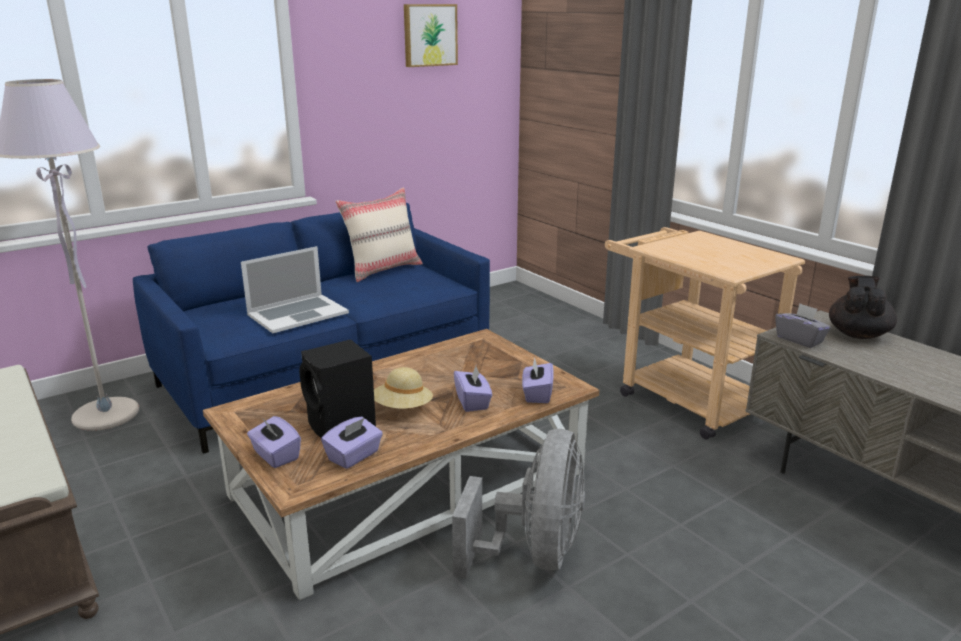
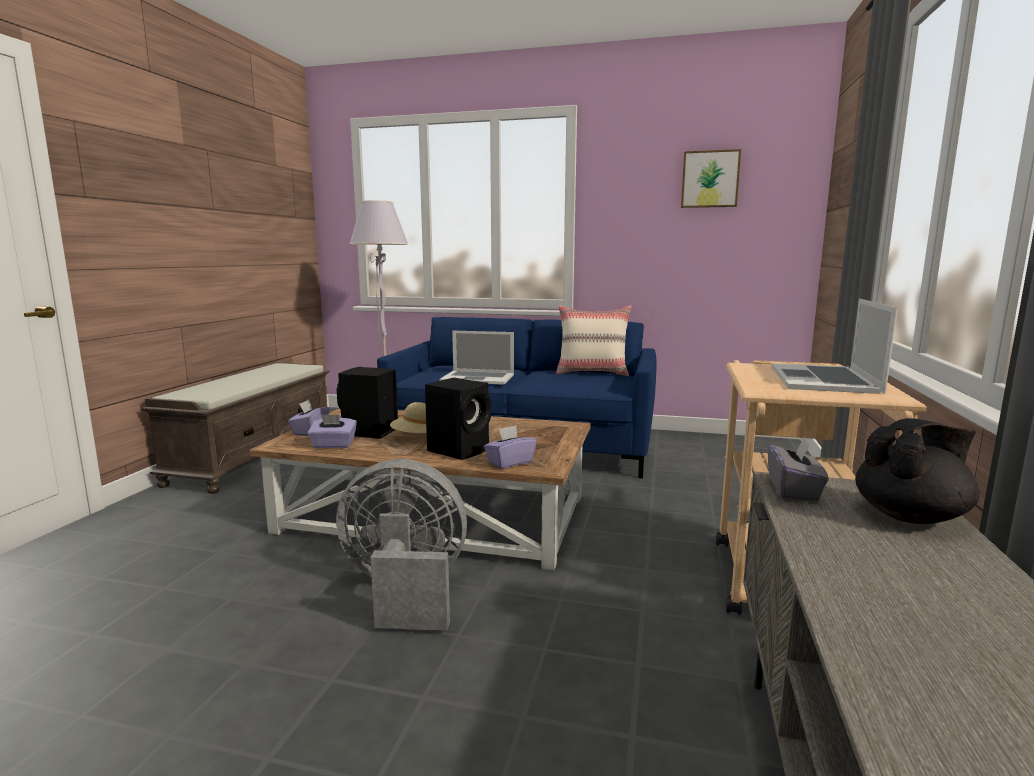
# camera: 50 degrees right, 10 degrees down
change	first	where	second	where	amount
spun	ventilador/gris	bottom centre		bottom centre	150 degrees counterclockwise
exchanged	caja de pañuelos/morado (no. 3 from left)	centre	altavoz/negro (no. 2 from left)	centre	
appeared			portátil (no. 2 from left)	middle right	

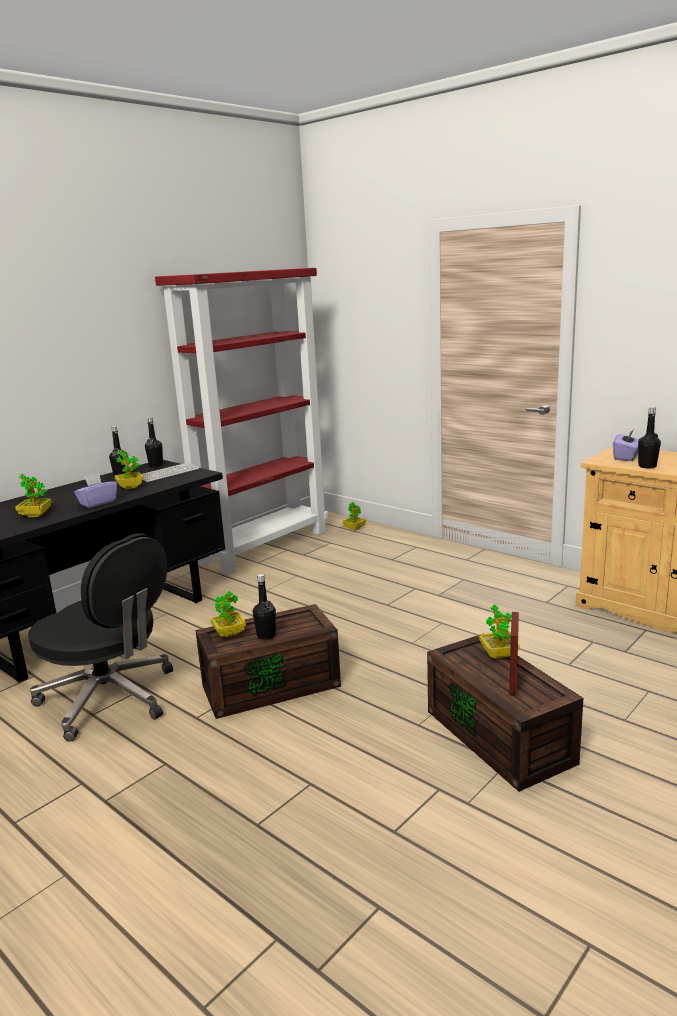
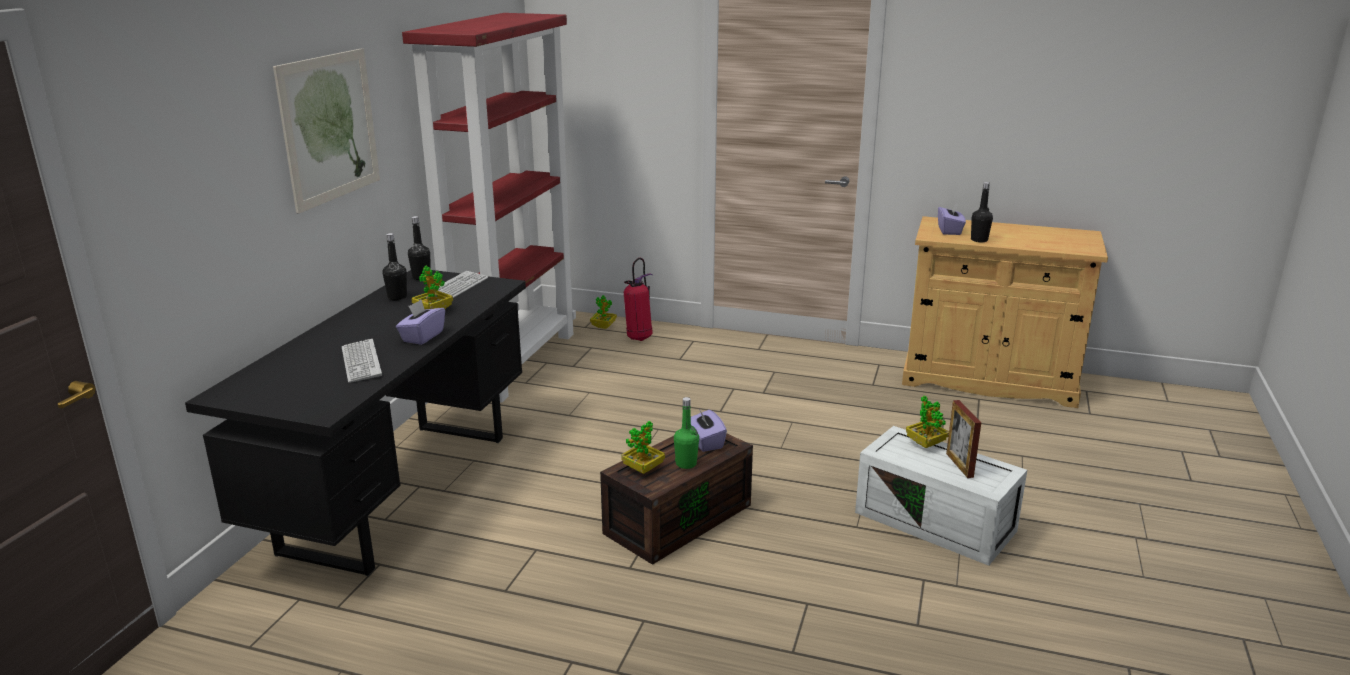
# camera: 25 degrees left, 5 degrees up
change	first	where	second	where	amount
exchanged	planta en maceta (no. 1 from left)	middle left	teclado (no. 1 from left)	middle left	
missing	silla de oficina/negro	middle left			
colour	botella/negro (no. 3 from left)	centre	botella/verde	centre	
colour	caja de almacenaje/marrón (no. 2 from left)	bottom right	caja de almacenaje/blanco	bottom right	
appeared			cuadro	top left	
appeared			extintor	centre	
appeared			caja de pañuelos/morado (no. 2 from left)	centre	

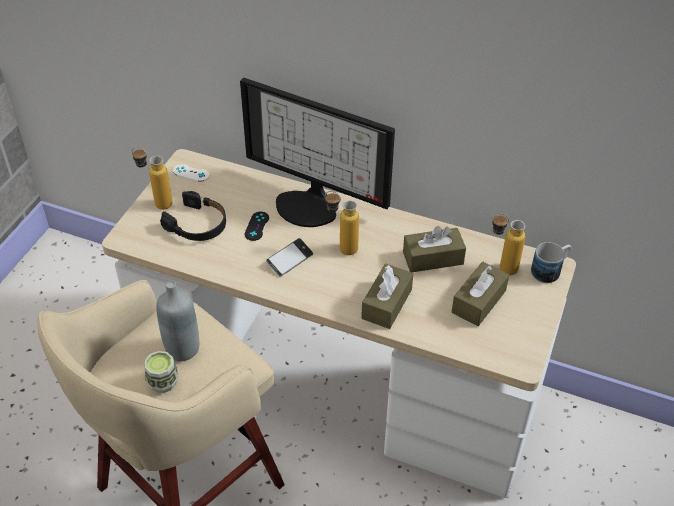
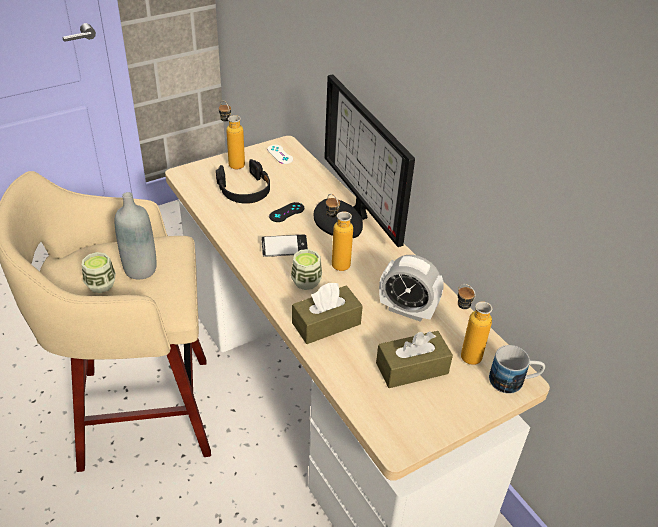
# camera: 35 degrees right, 5 degrees down
change	first	where	second	where	amount
exchanged	caja de pañuelos/marrón (no. 2 from left)	centre	despertador	centre	
appeared			taza (no. 2 from left)	centre	

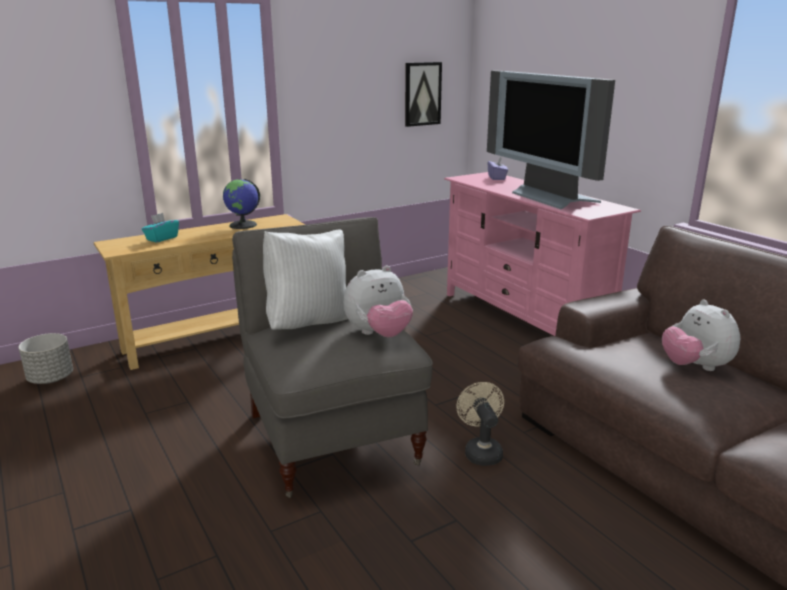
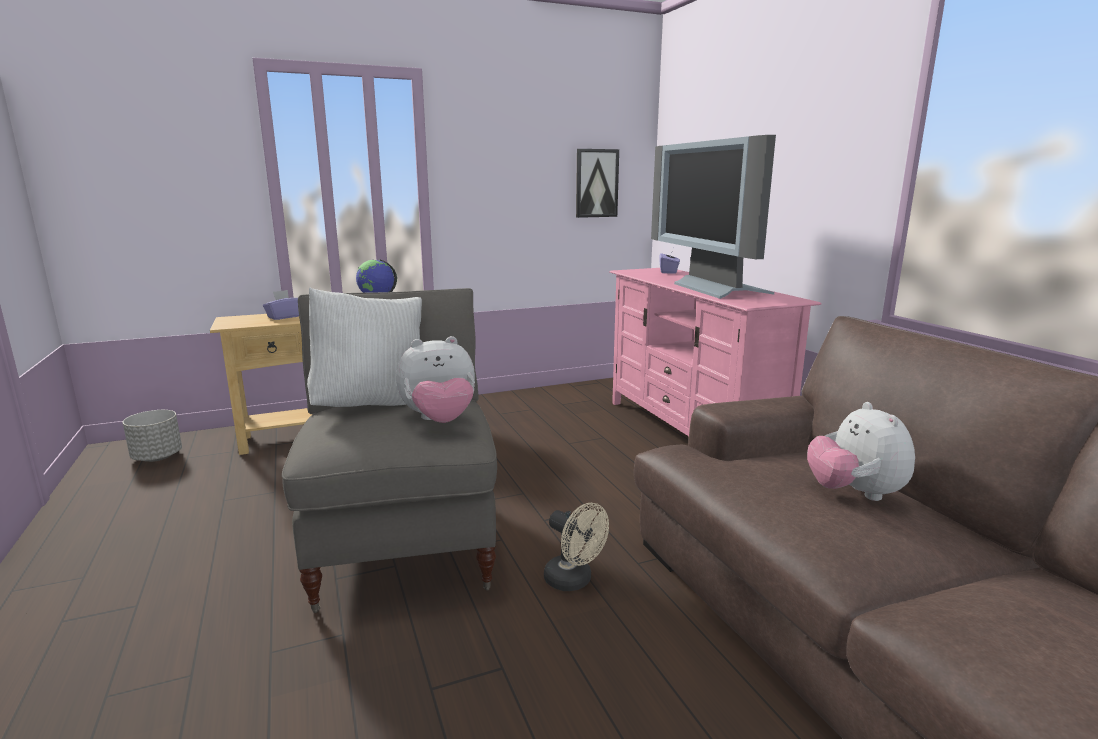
# camera: 10 degrees right, 5 degrees down
change	first	where	second	where	amount
colour	caja de pañuelos/turquesa	middle left	caja de pañuelos/morado (no. 1 from left)	middle left	
spun	ventilador/beis	bottom centre		bottom centre	135 degrees clockwise

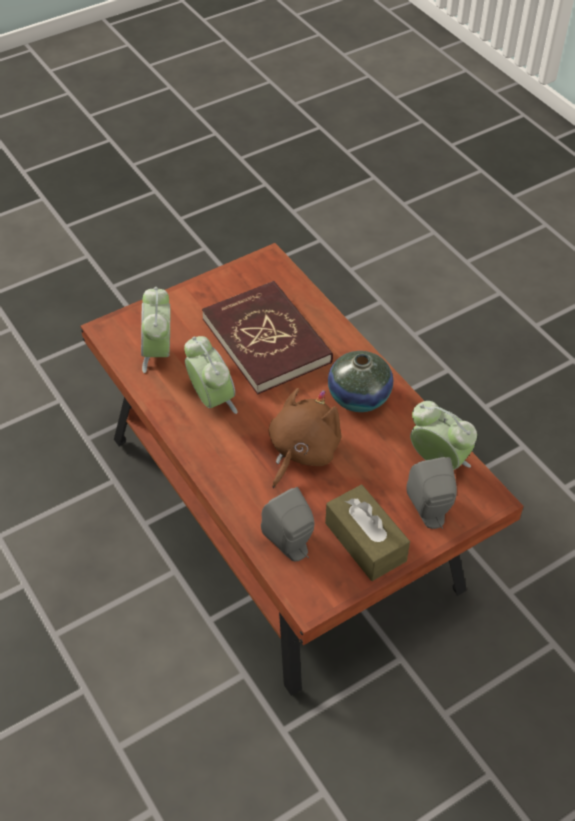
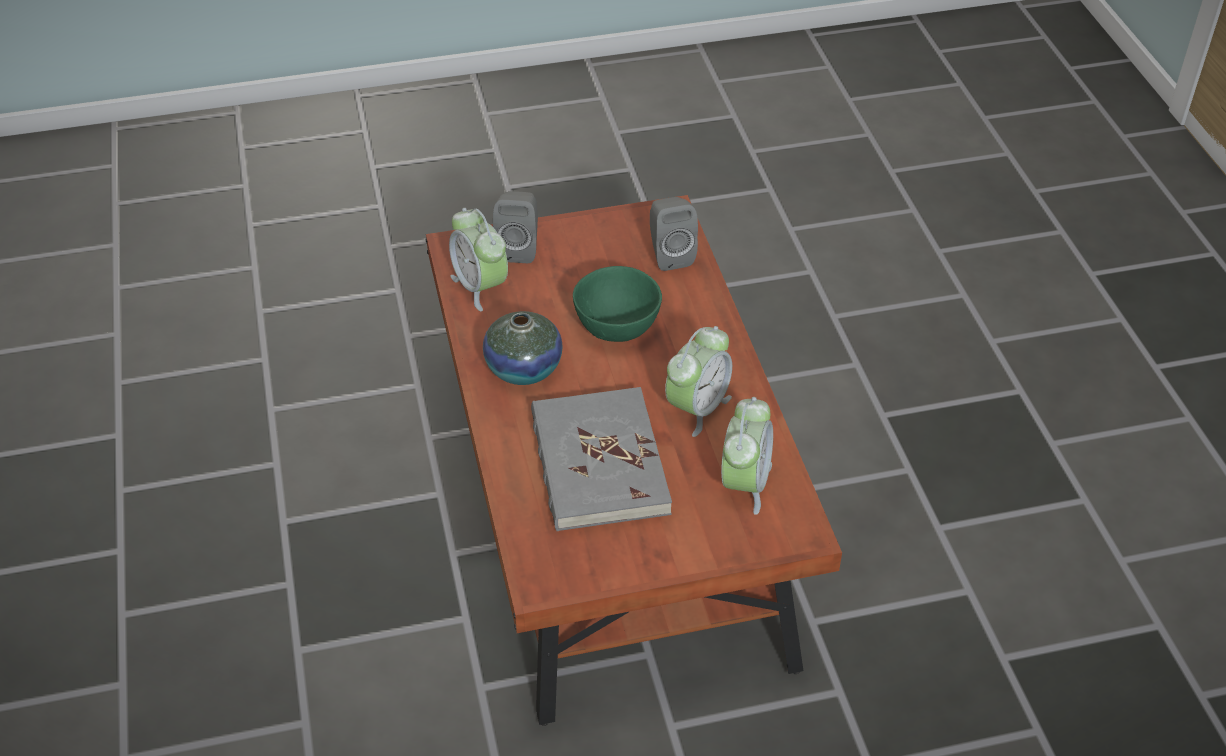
# camera: 160 degrees left, 5 degrees down
change	first	where	second	where	amount
spun	despertador (no. 2 from left)	centre		centre	135 degrees counterclockwise
colour	libro/rojo	centre	libro/gris	centre	
exchanged	peluche/marrón	centre	cuenco/verde	centre	
missing	caja de pañuelos/marrón	centre			

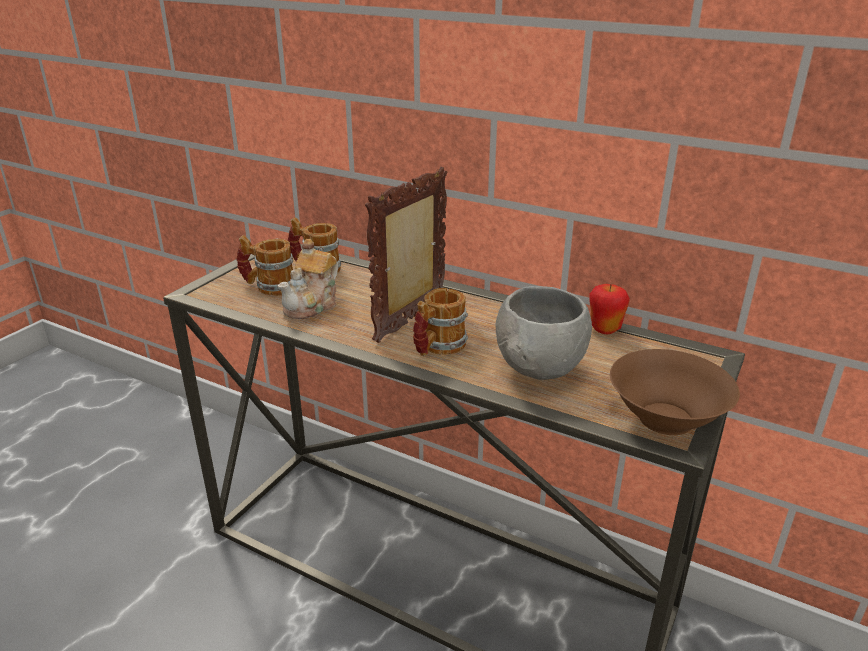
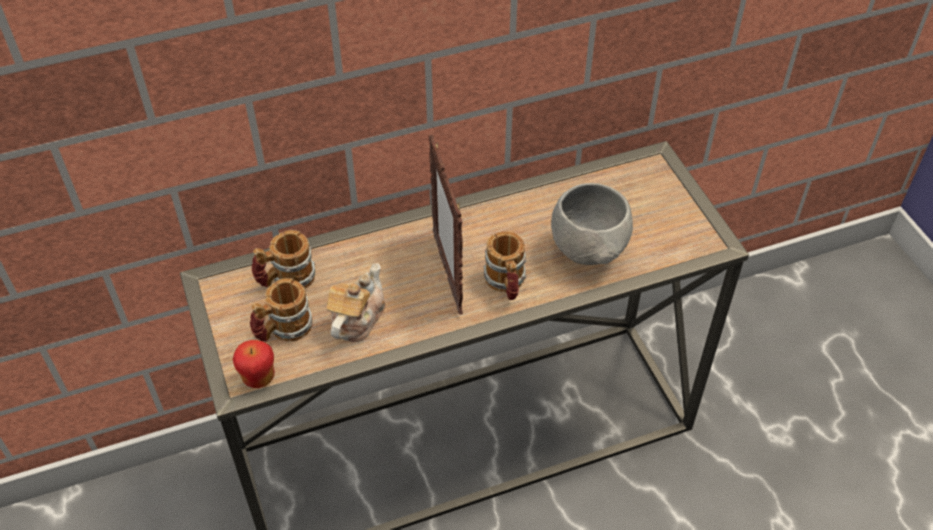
# camera: 50 degrees left, 20 degrees up
change	first	where	second	where	amount
spun	tetera	centre		centre	135 degrees counterclockwise
relocated	manzana	middle right		bottom left	
missing	cuenco/marrón	middle right			

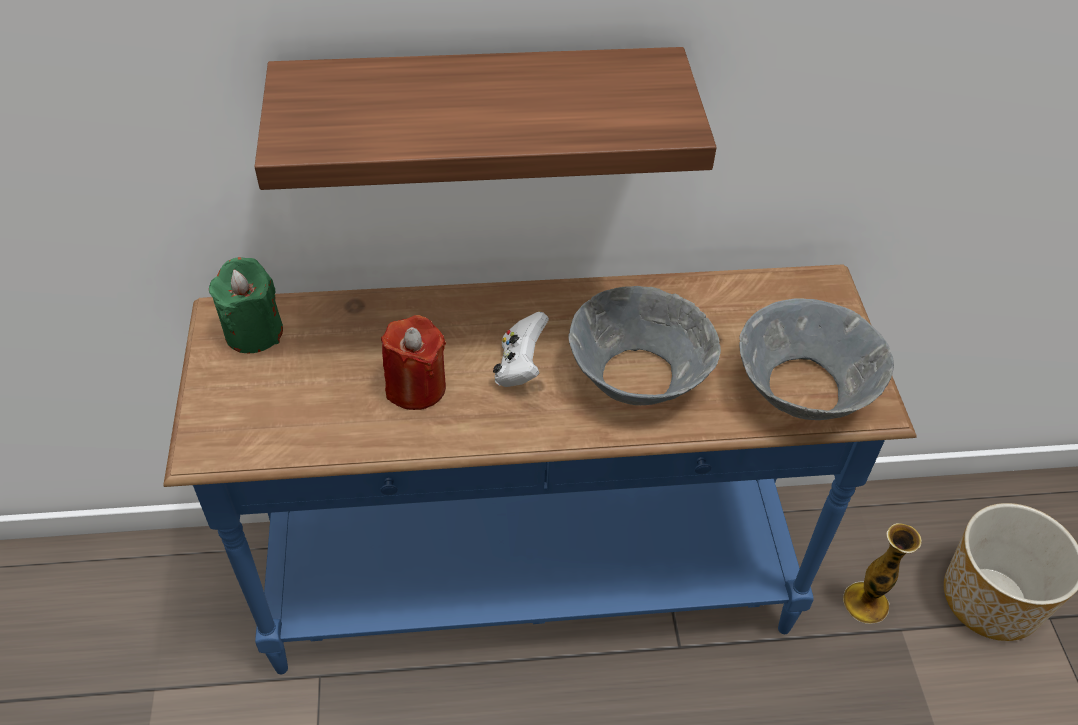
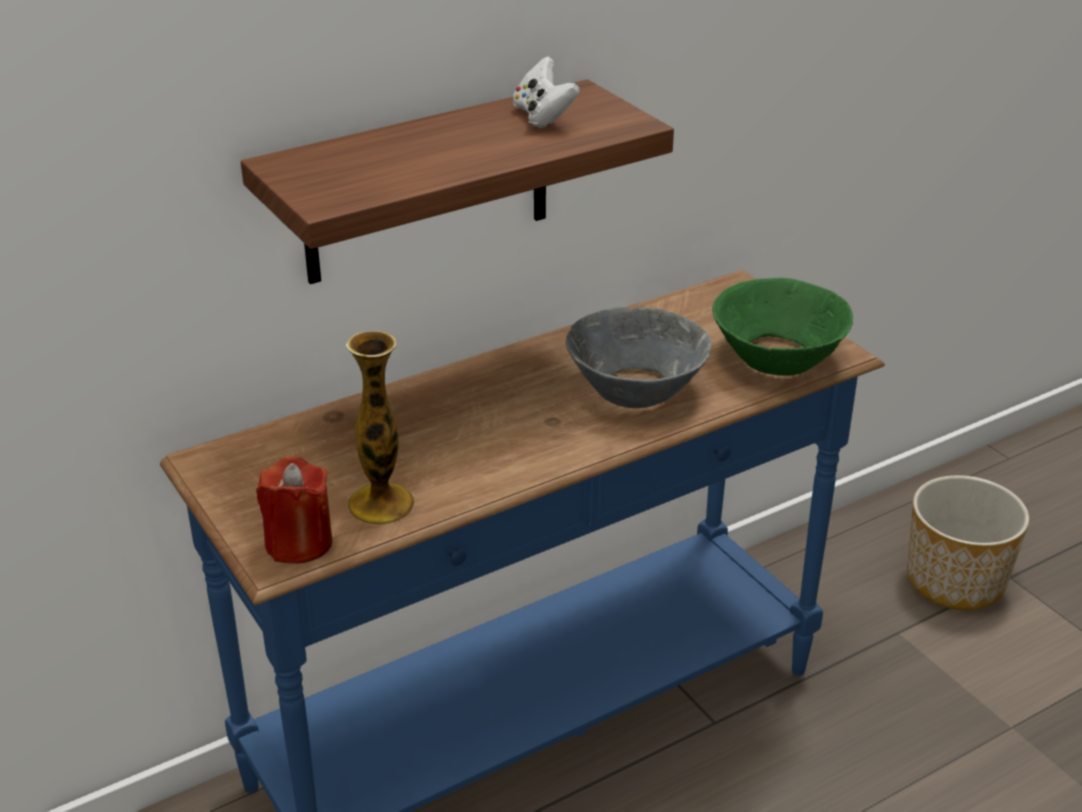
# camera: 25 degrees left, 15 degrees down
change	first	where	second	where	amount
missing	vela/verde	middle left			
relocated	vela/rojo	centre		middle left	
relocated	mando de consola/blanco	centre		top centre	
colour	cuenco/gris (no. 2 from left)	middle right	cuenco/verde	middle right	
relocated	florero	bottom right		centre	

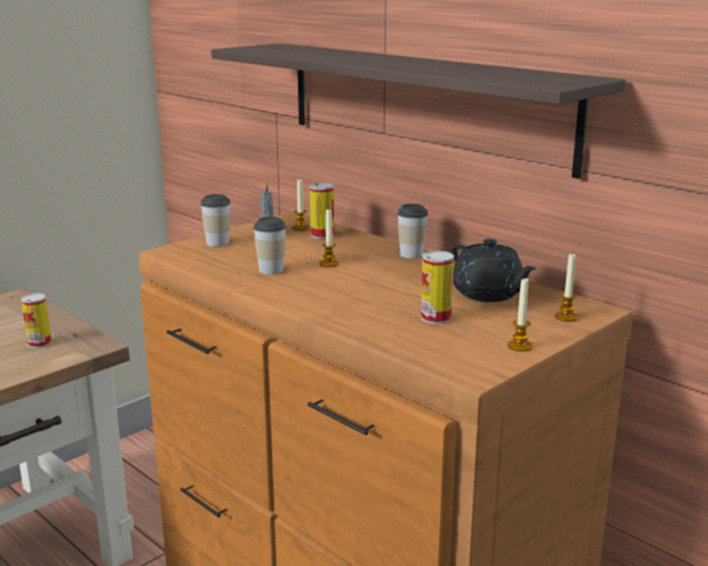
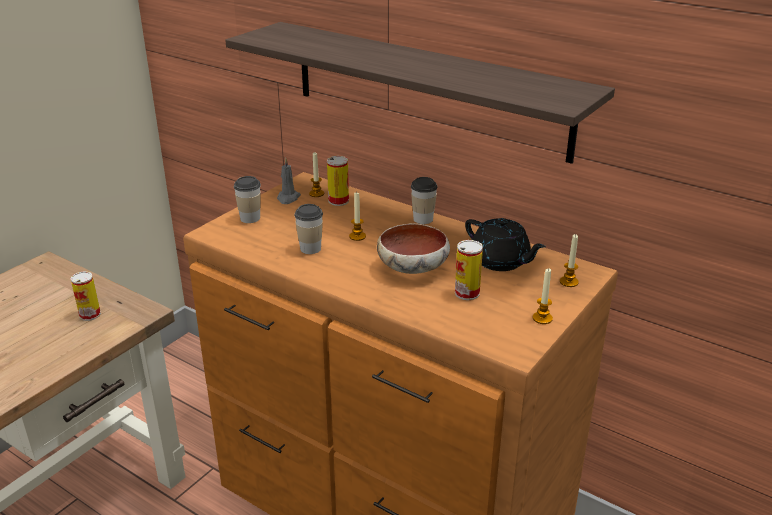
# camera: 10 degrees left, 10 degrees up
change	first	where	second	where	amount
appeared			cuenco	centre	

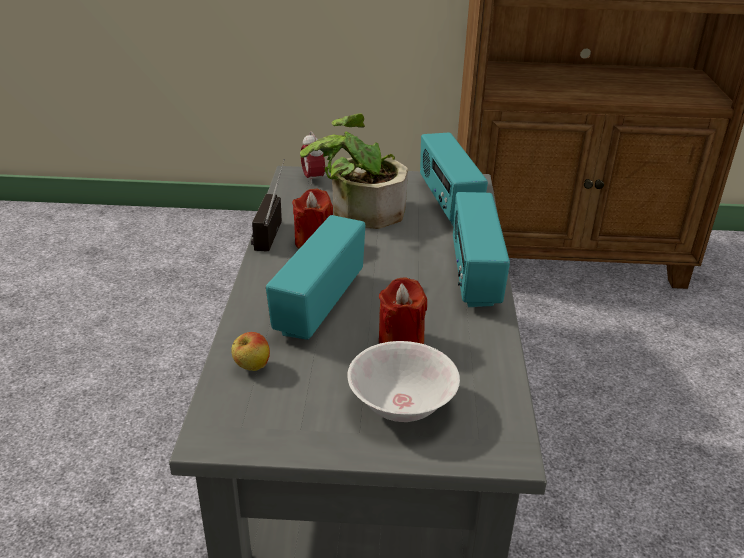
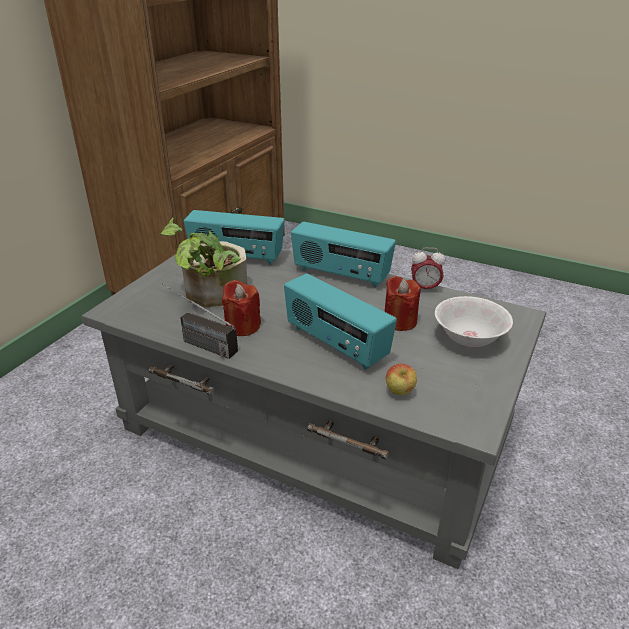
# camera: 65 degrees left, 0 degrees up
change	first	where	second	where	amount
relocated	despertador	top centre		middle right	

